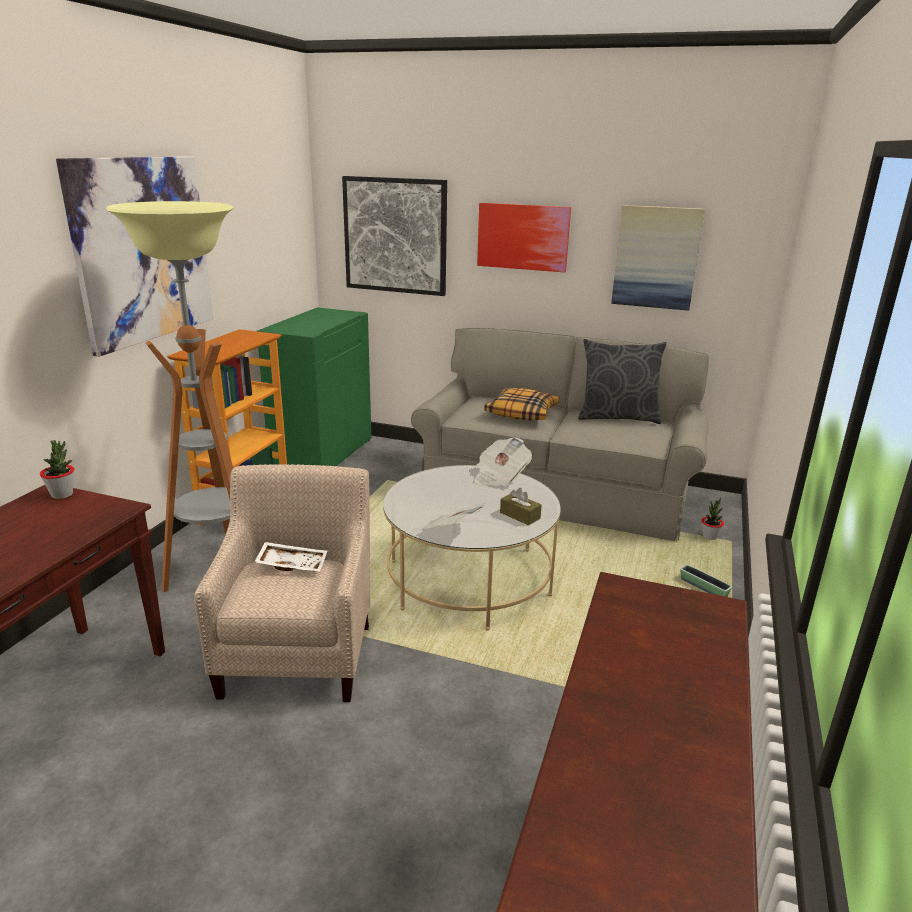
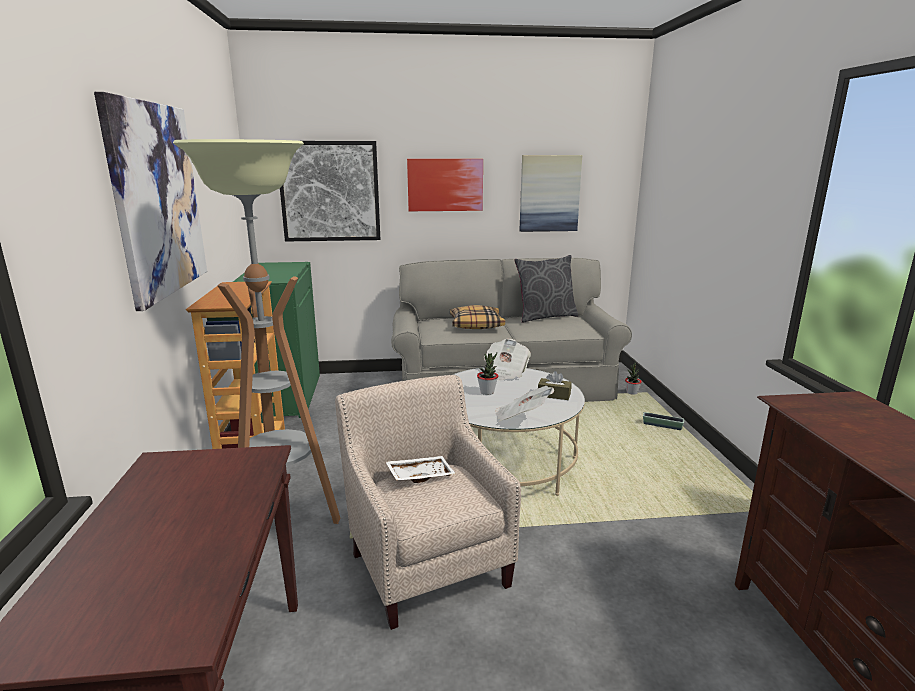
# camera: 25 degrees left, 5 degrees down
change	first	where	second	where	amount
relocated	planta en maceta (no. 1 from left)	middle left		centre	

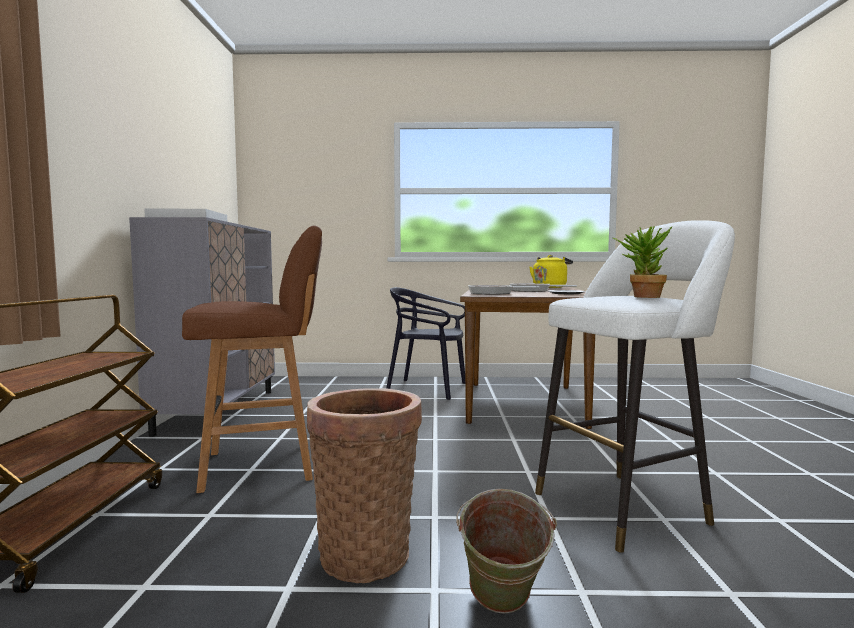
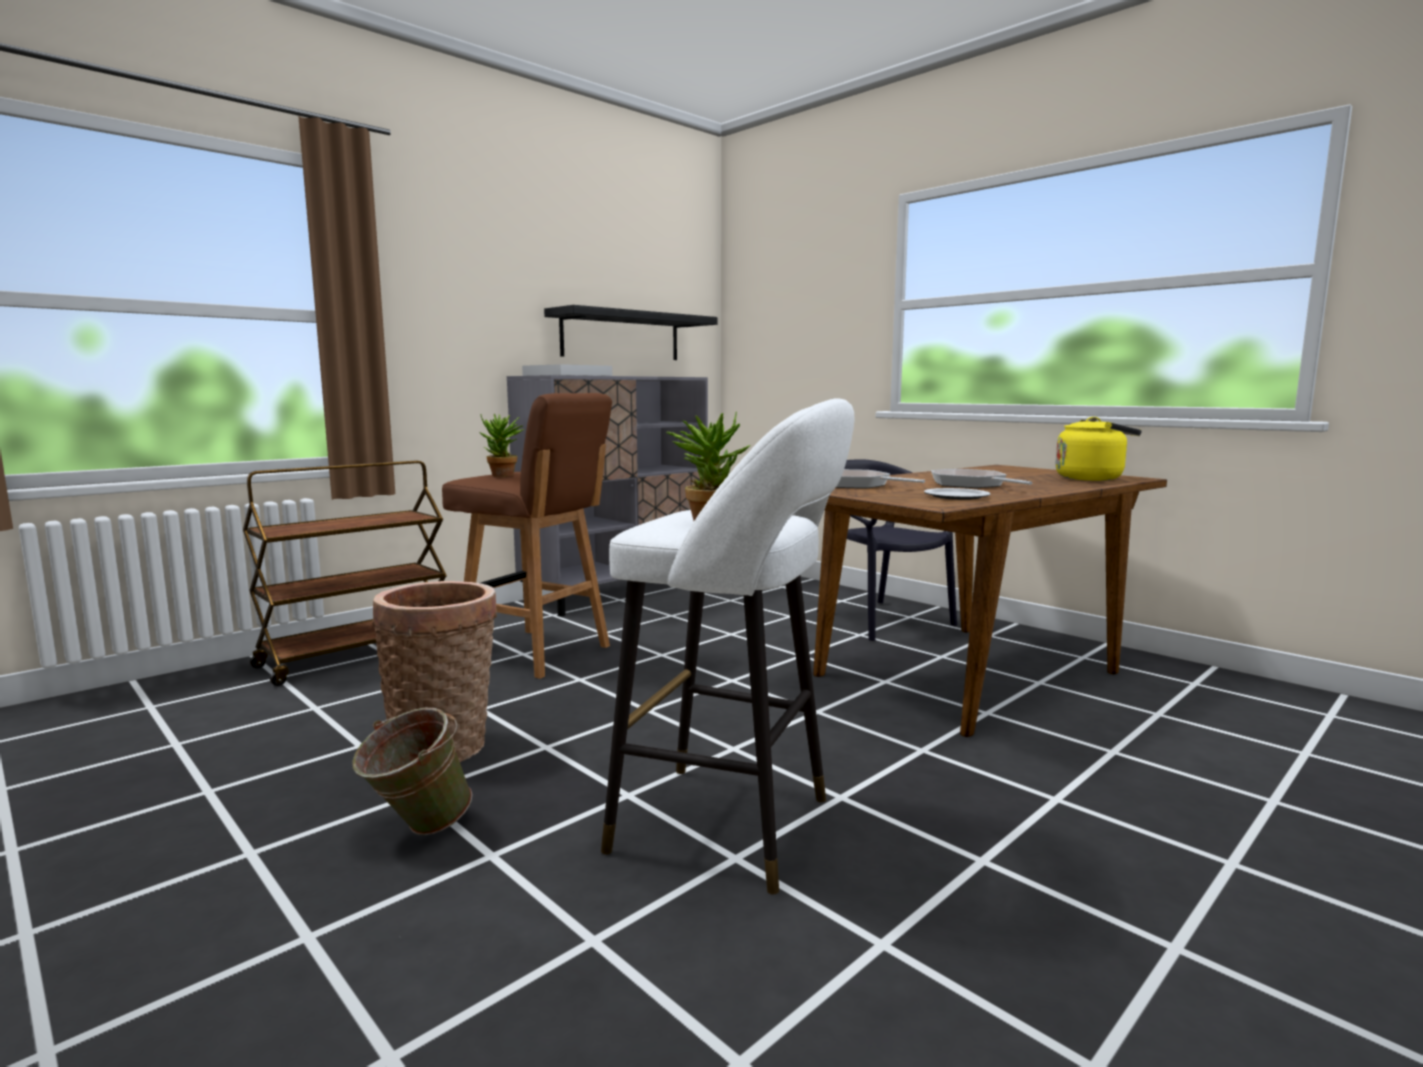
# camera: 45 degrees right, 5 degrees up
change	first	where	second	where	amount
appeared			planta en maceta (no. 1 from left)	centre	
appeared			estante/negro	top centre	

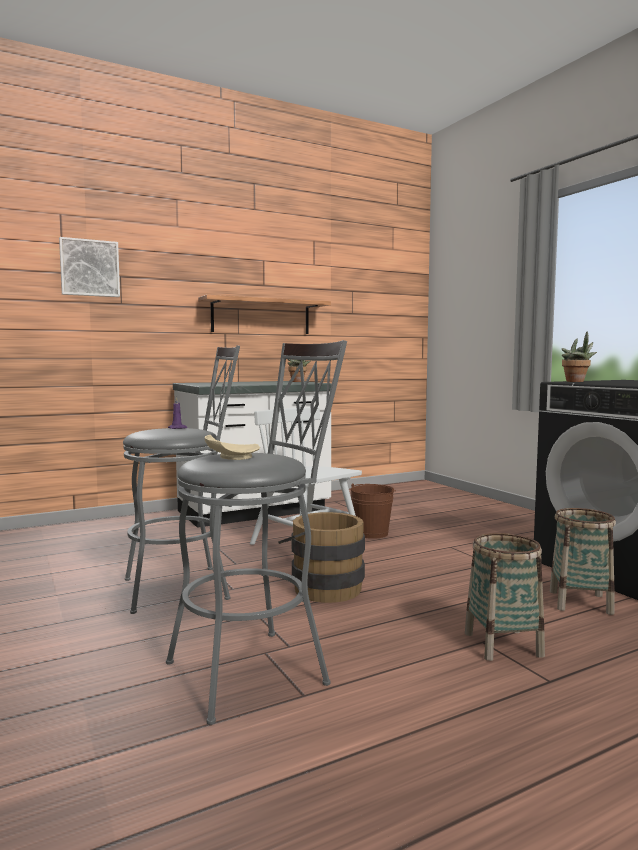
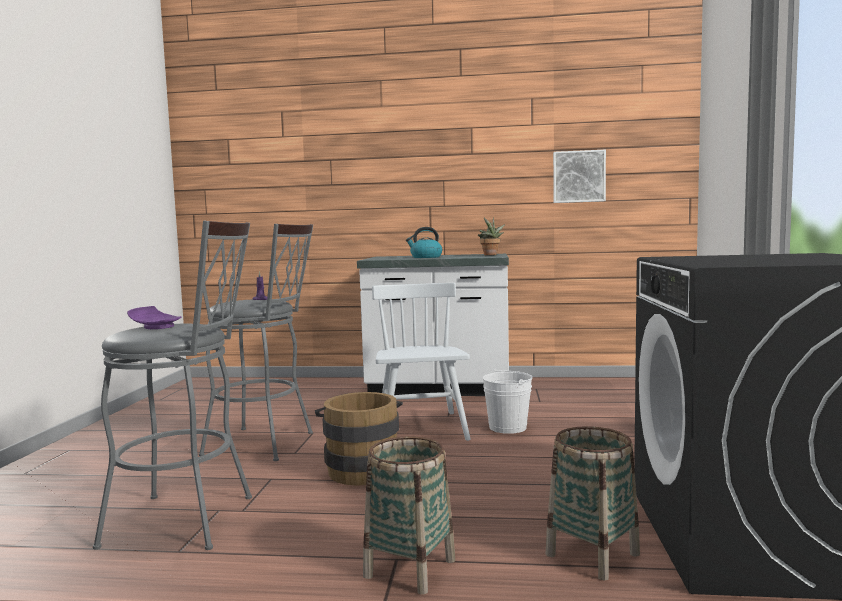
# camera: 35 degrees right, 0 degrees up
change	first	where	second	where	amount
relocated	cuadro	top left		top right	
missing	estante	centre			
colour	plato/beis	centre	plato/morado	middle left	
colour	cubo/marrón (no. 2 from left)	centre	cubo/blanco	bottom centre	
missing	planta en maceta (no. 2 from left)	middle right			
appeared			hervidor	centre	

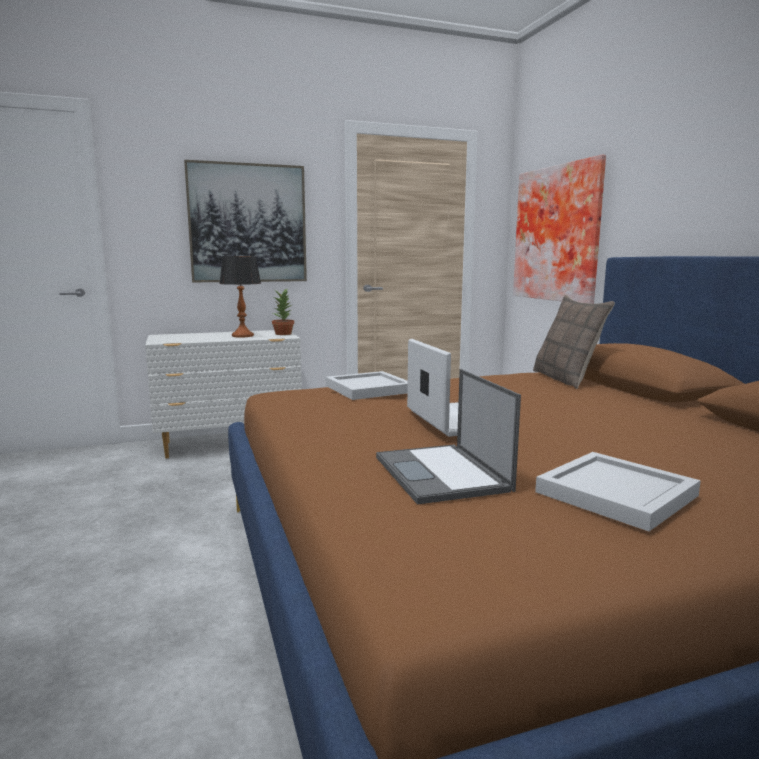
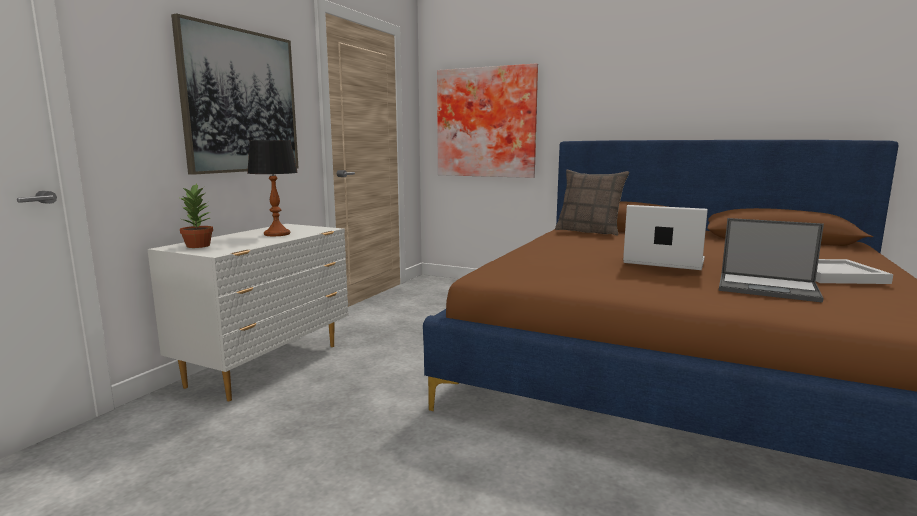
# camera: 45 degrees left, 0 degrees up
change	first	where	second	where	amount
relocated	planta en maceta	centre		middle left	
missing	bandeja/blanco (no. 1 from left)	centre			

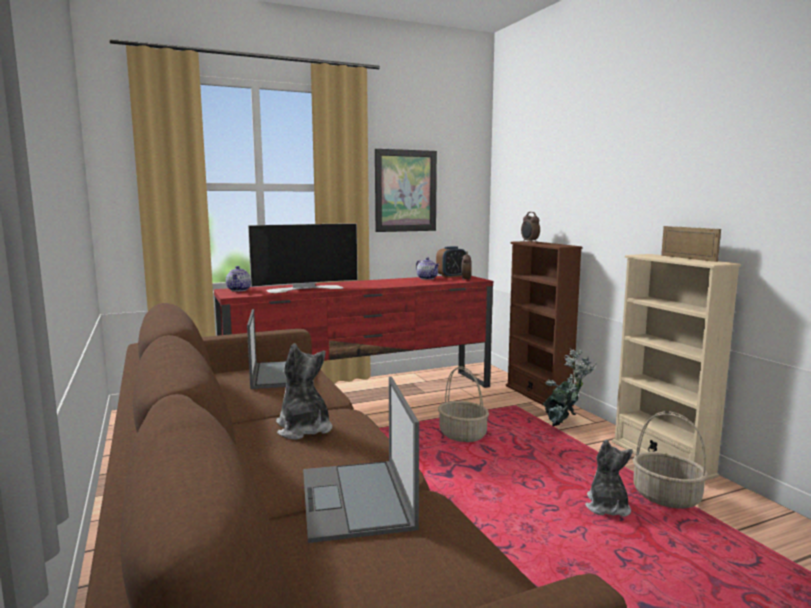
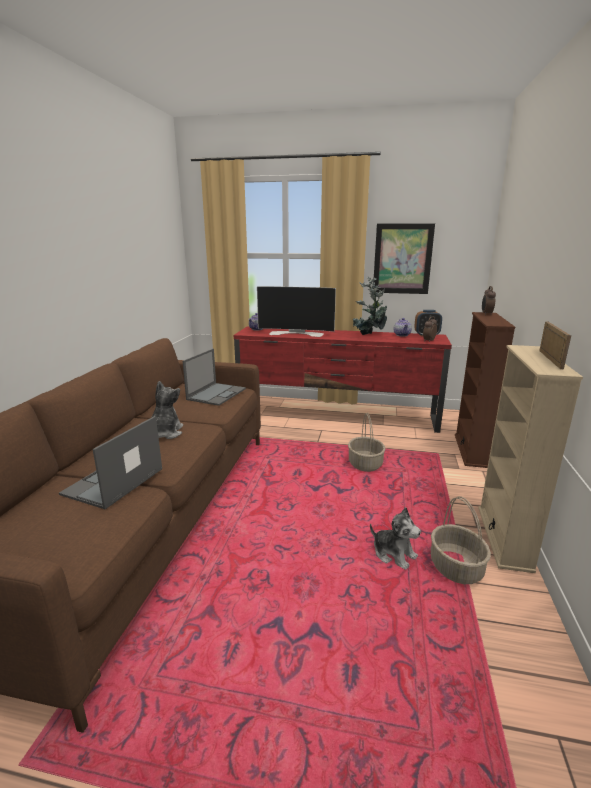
# camera: 35 degrees right, 10 degrees up
change	first	where	second	where	amount
relocated	planta en maceta	middle right		centre	
spun	peluche (no. 2 from left)	bottom right		bottom right	90 degrees clockwise

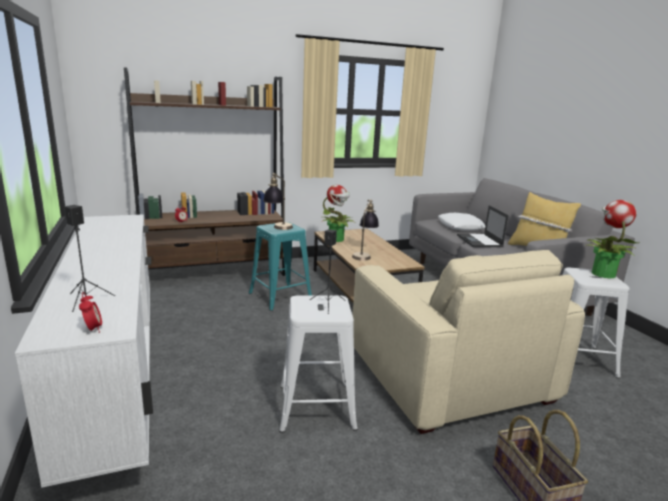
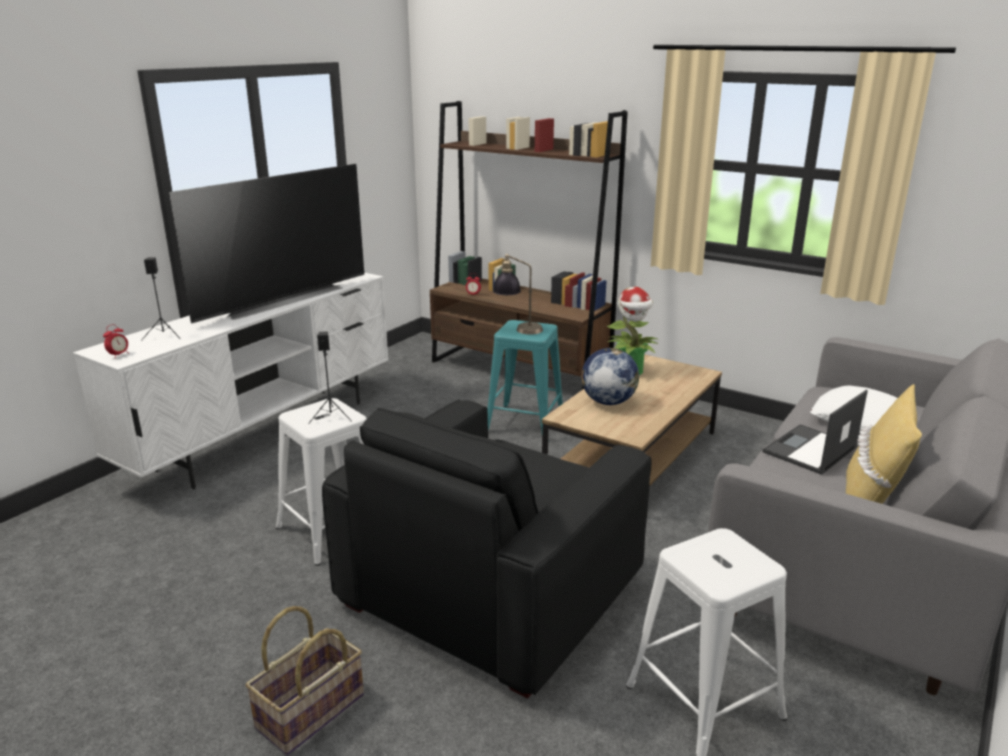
# camera: 55 degrees right, 5 degrees up
change	first	where	second	where	amount
exchanged	lámpara de mesa (no. 2 from left)	centre	globo terráqueo	centre	
colour	sillón/beis	bottom right	sillón/negro	bottom centre	
missing	planta en maceta (no. 2 from left)	middle right			
appeared			televisor	top left	

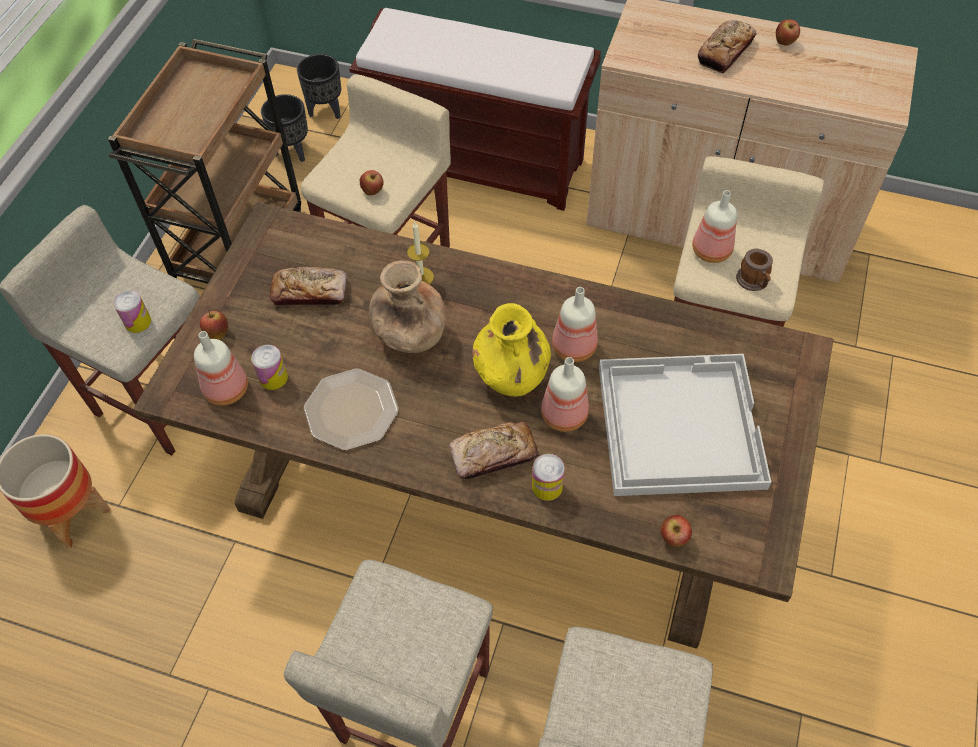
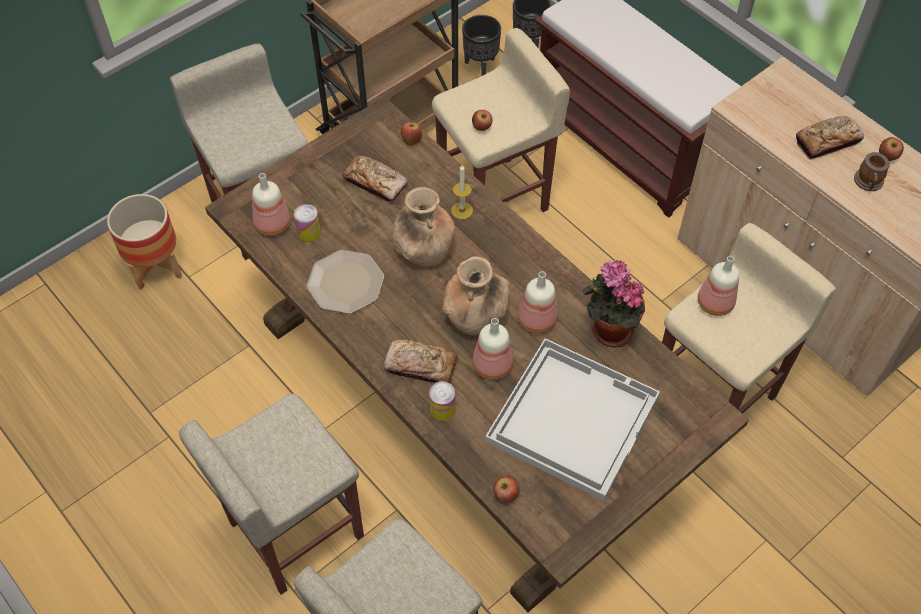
# camera: 30 degrees right, 0 degrees up
change	first	where	second	where	amount
missing	lata (no. 1 from left)	middle left			
relocated	manzana (no. 1 from left)	middle left		top centre	
colour	florero/amarillo	centre	florero/marrón (no. 2 from left)	centre	
relocated	taza grande	middle right		top right	
appeared			planta en maceta	middle right	

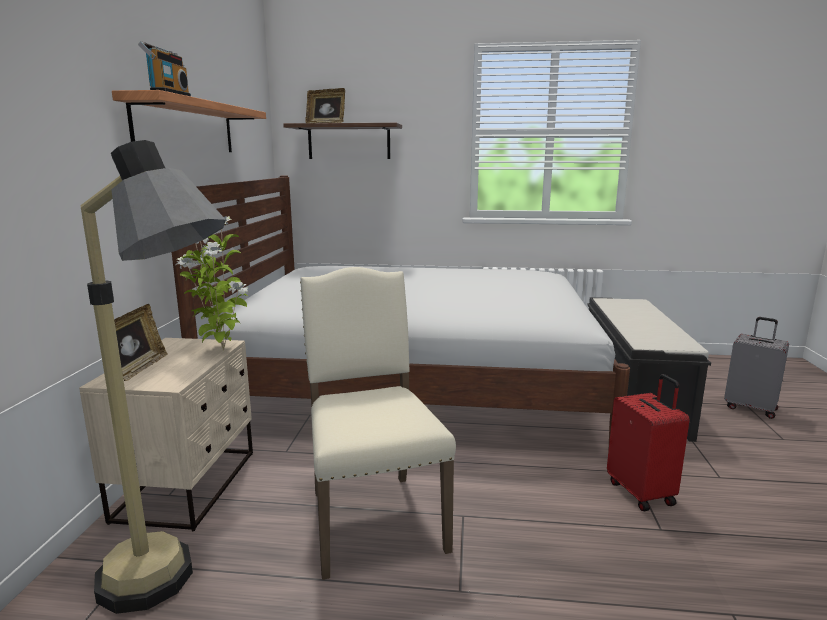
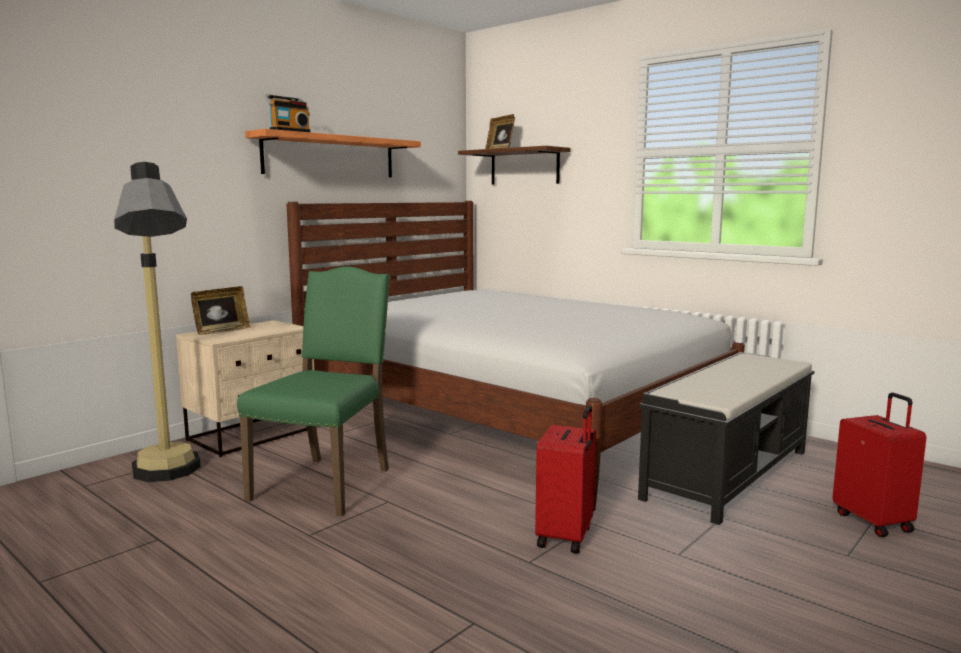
# camera: 35 degrees right, 5 degrees down
change	first	where	second	where	amount
missing	planta en maceta	middle left			
colour	silla/beis	bottom centre	silla/verde	middle left	
colour	maleta/gris	middle right	maleta/rojo (no. 2 from left)	bottom right	

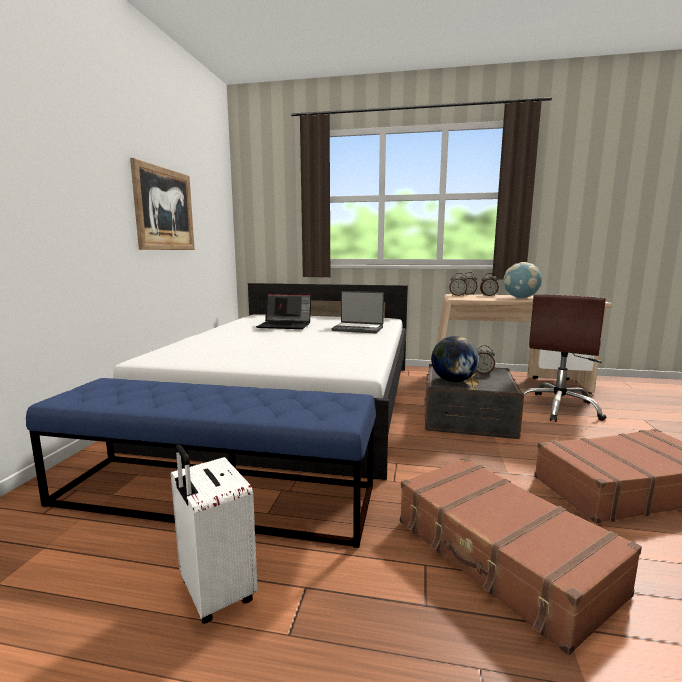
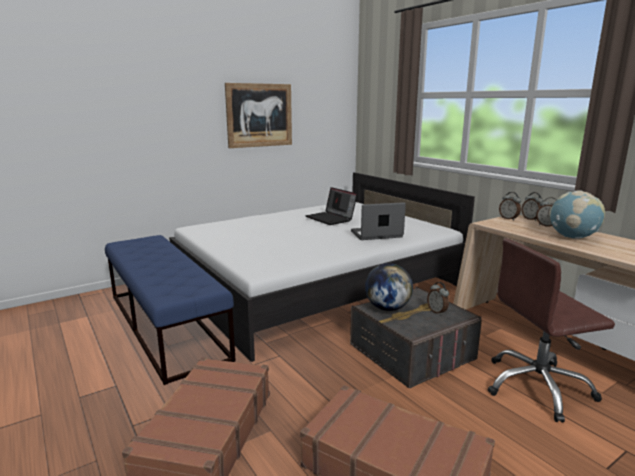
# camera: 45 degrees right, 5 degrees up
change	first	where	second	where	amount
missing	maleta/blanco	bottom left			
spun	portátil (no. 2 from left)	centre		centre	105 degrees clockwise

